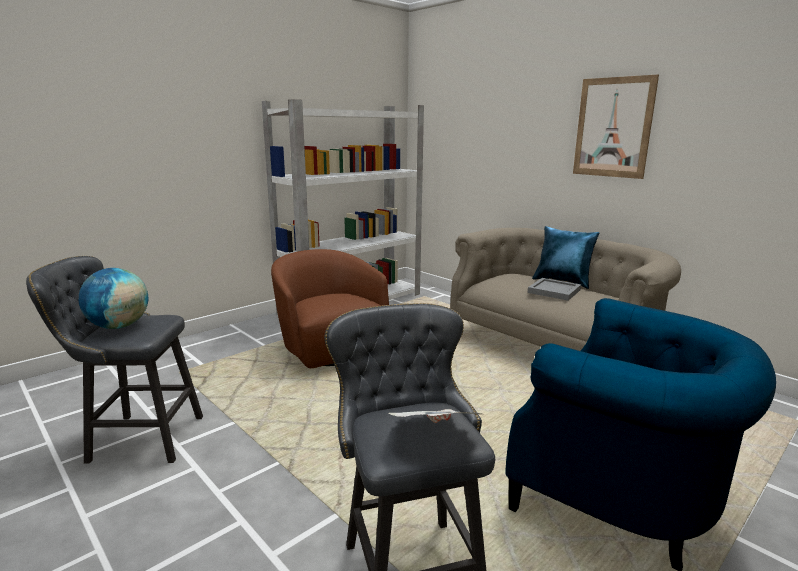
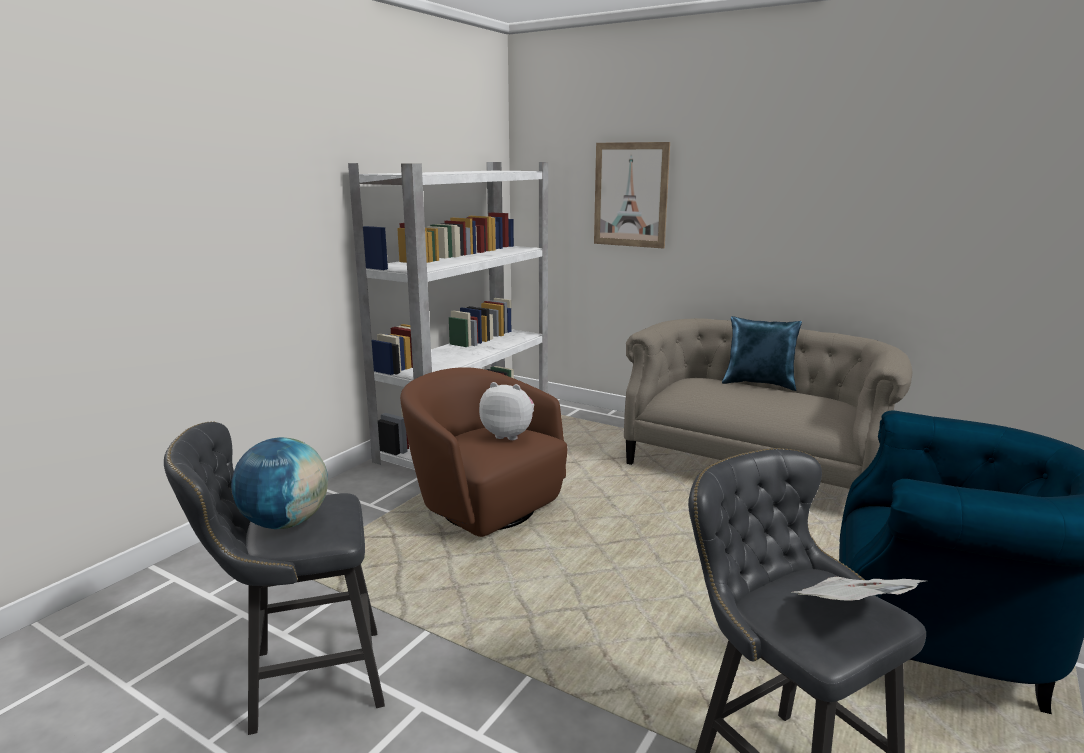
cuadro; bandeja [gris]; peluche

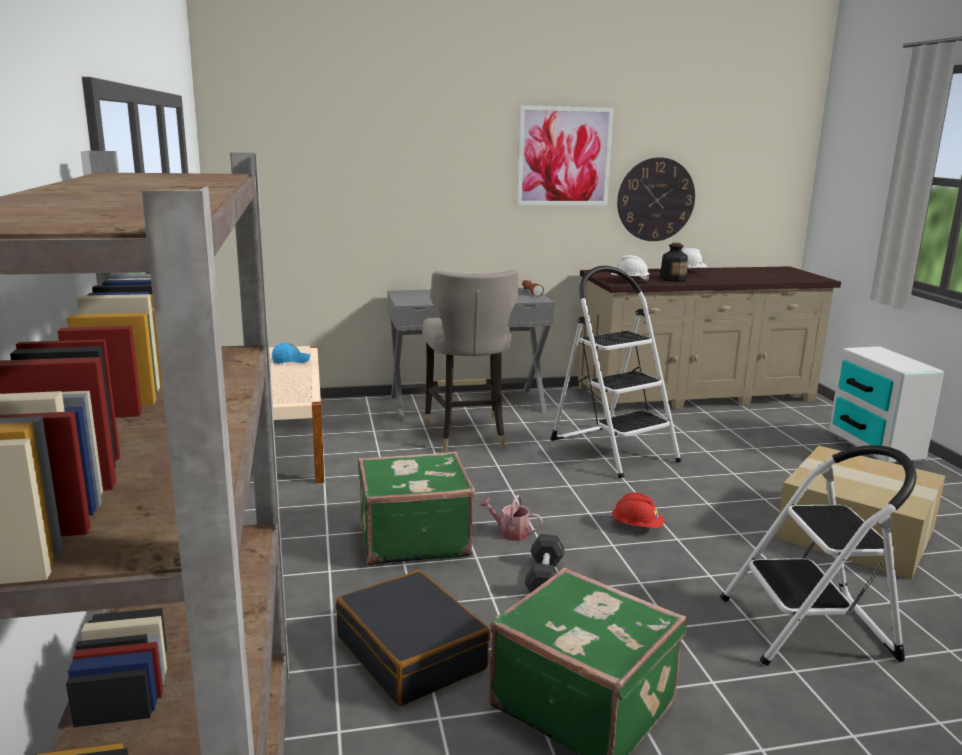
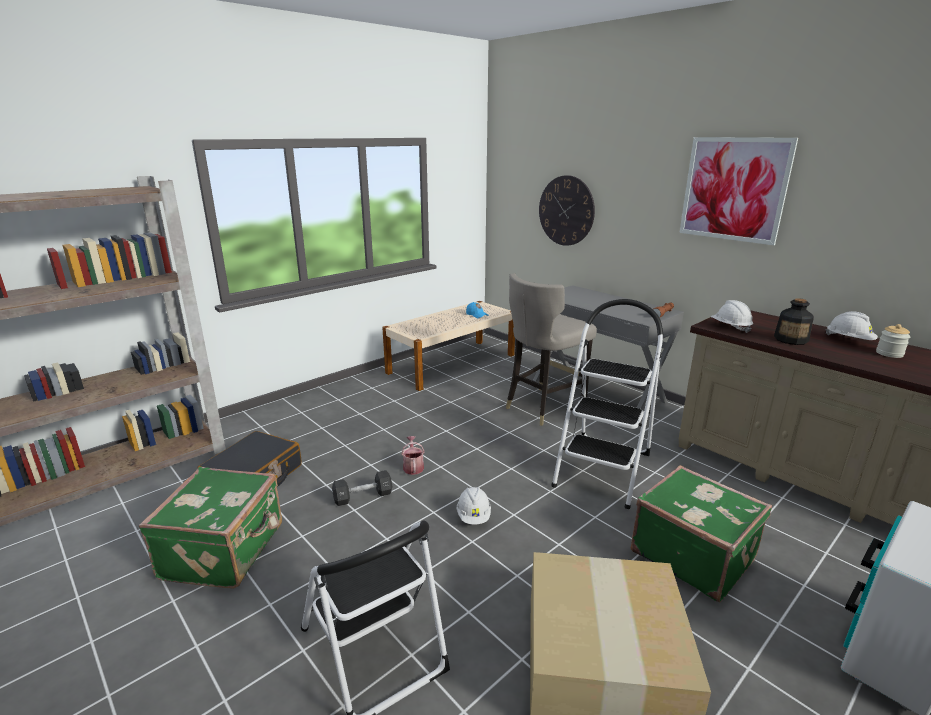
reloj de pared; maleta [verde] (2nd from left); casco [blanco] (1st from left); tarro

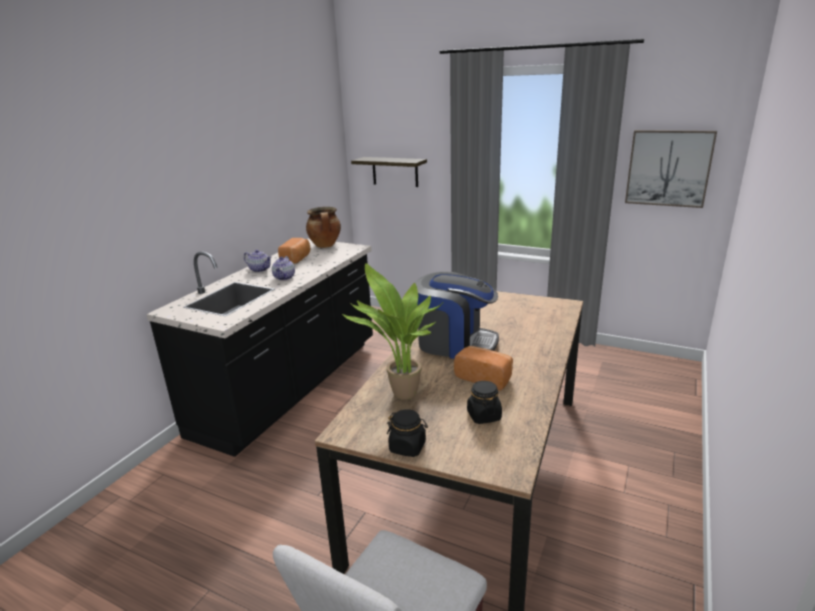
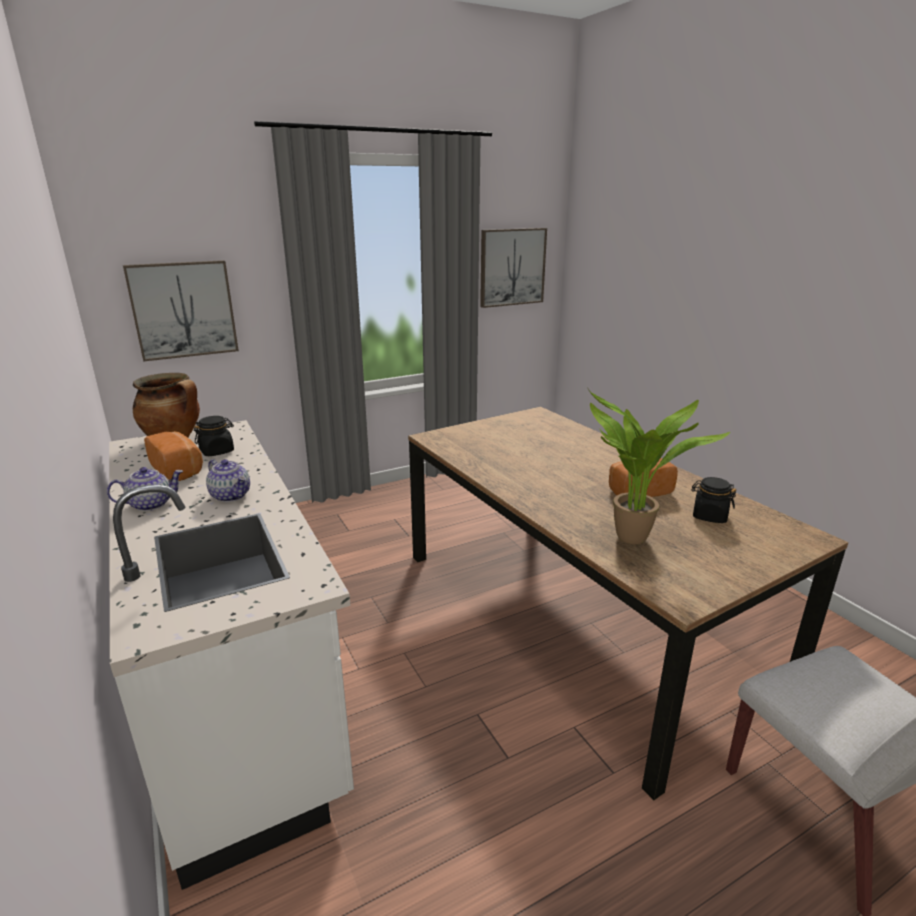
cuadro (1st from left); mueble bajo de cocina [blanco]; cafetera; tarro [negro] (1st from left)

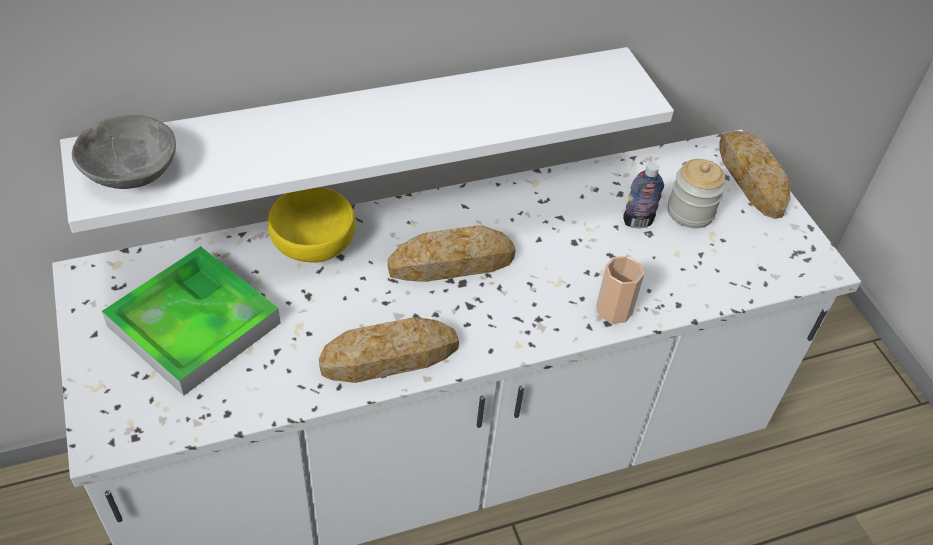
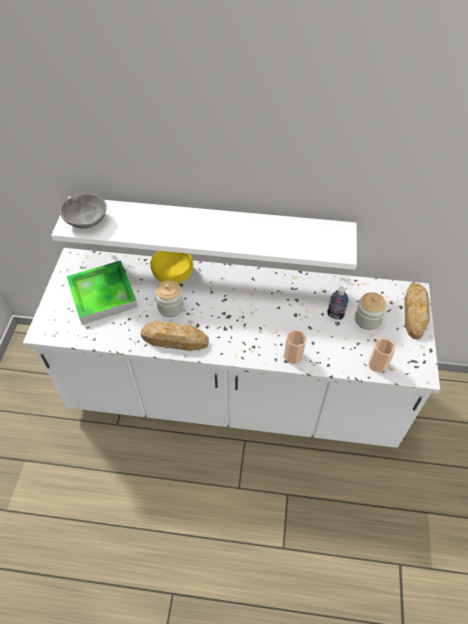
pan (2nd from left in the first image); tarro (1st from left); taza (2nd from left)

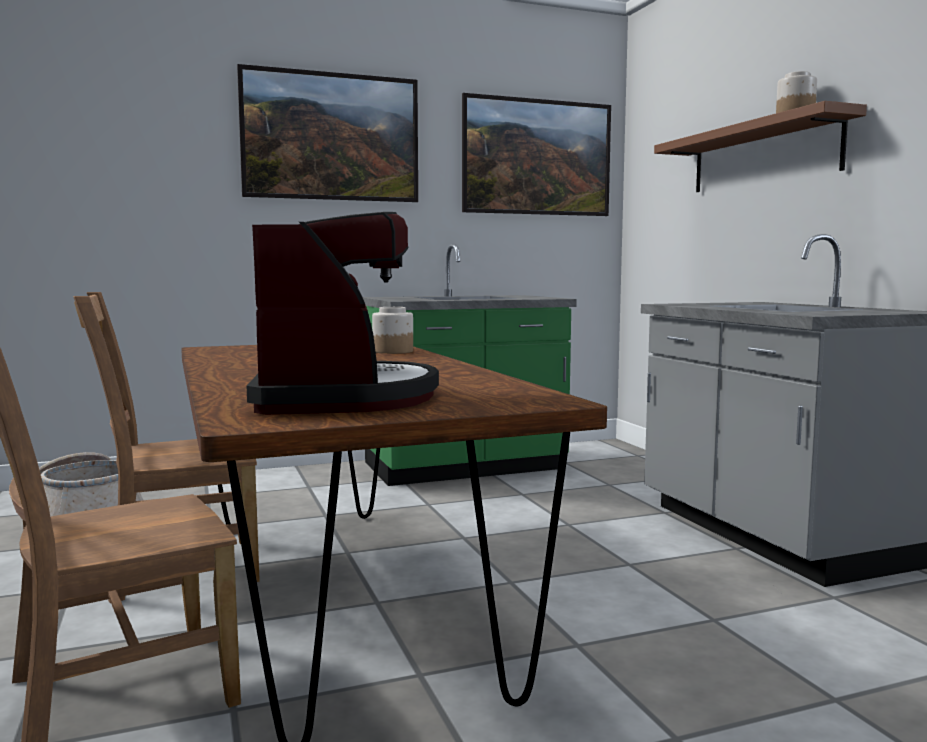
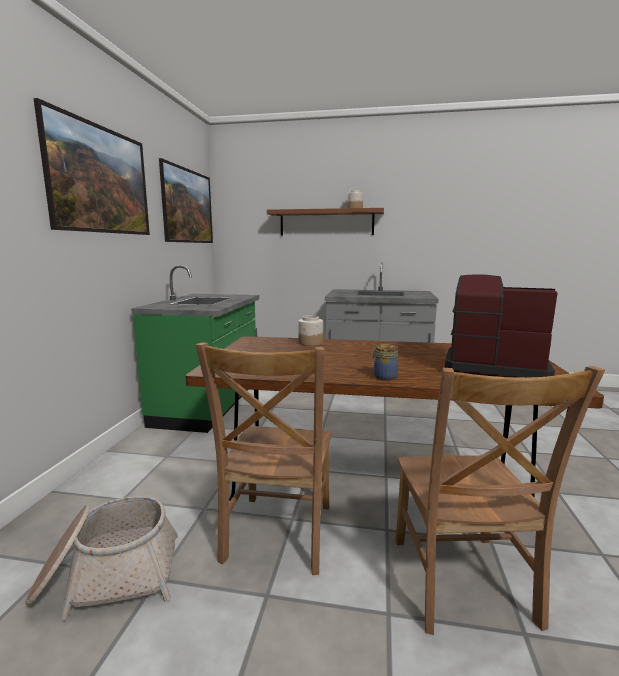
tarro (3rd from left)

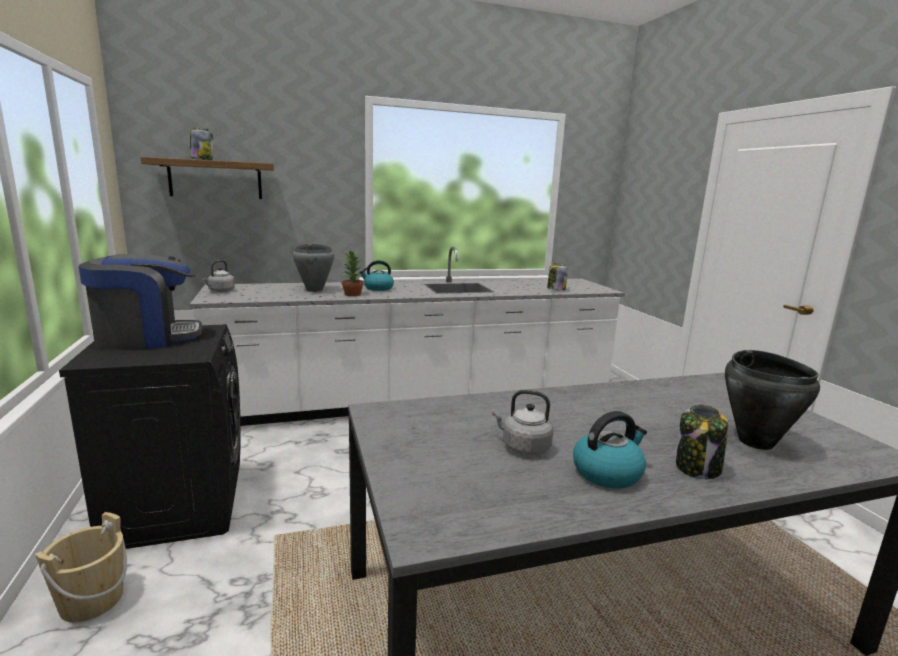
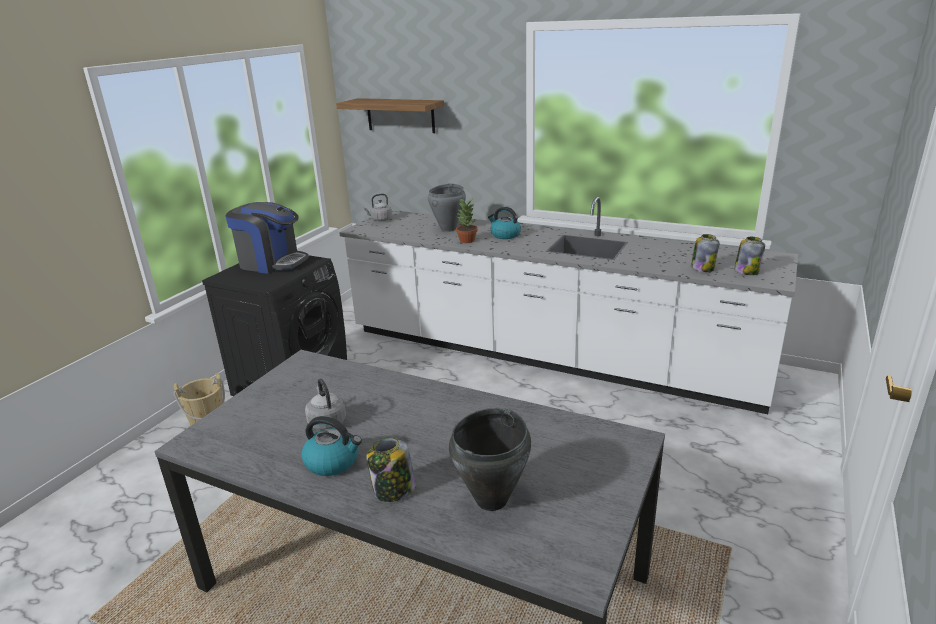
tarro (3rd from left)

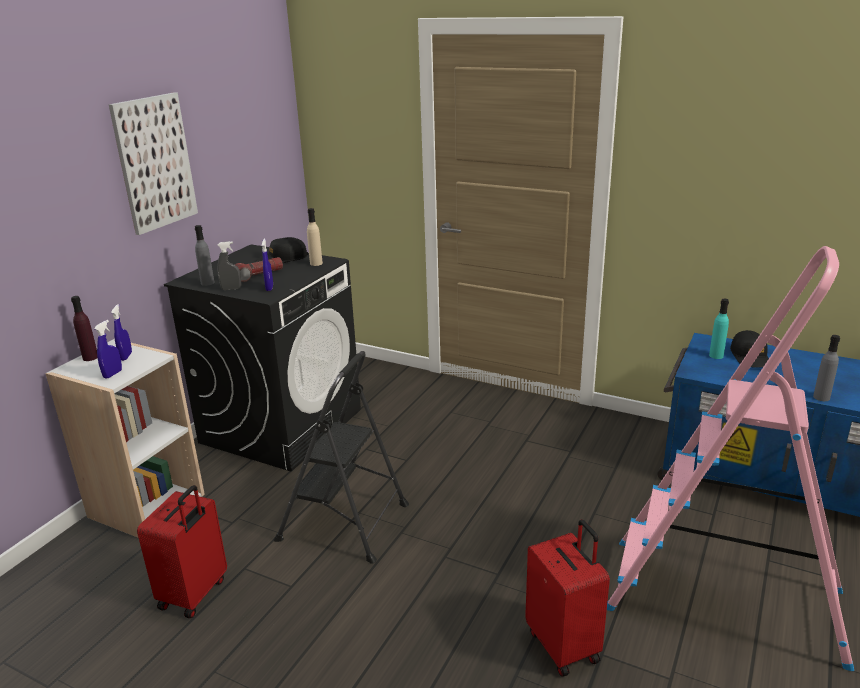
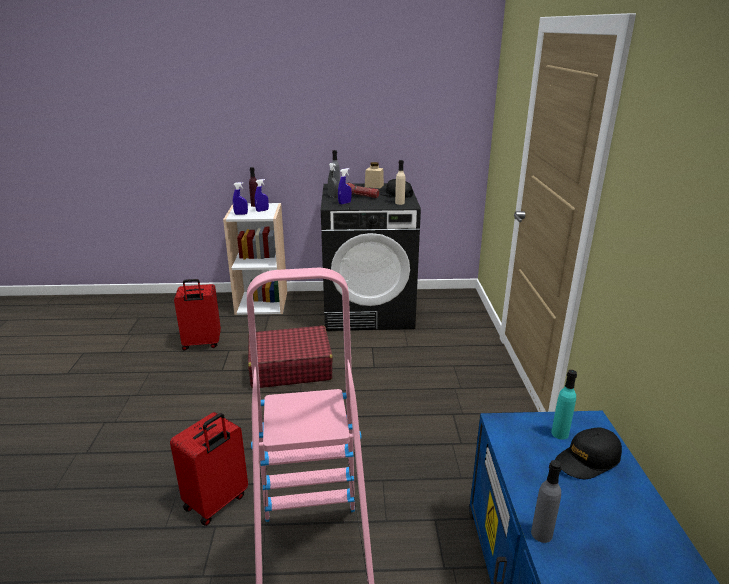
cuadro; maleta [rojo] (3rd from left); tarro [beis]

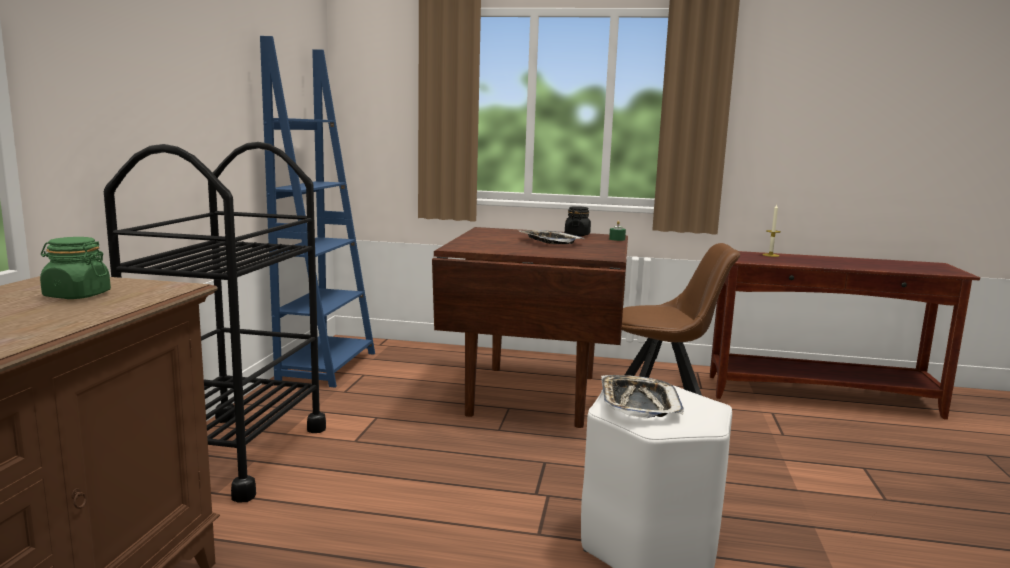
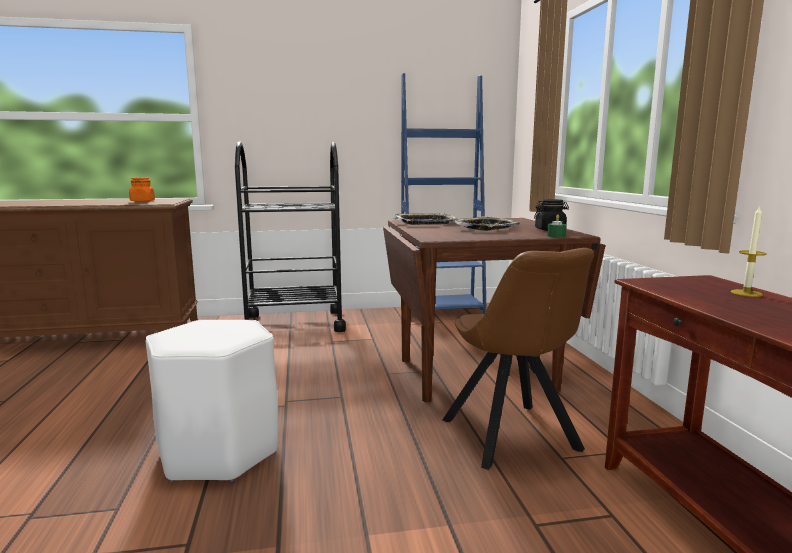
tarro [naranja]; bandeja (1st from left)

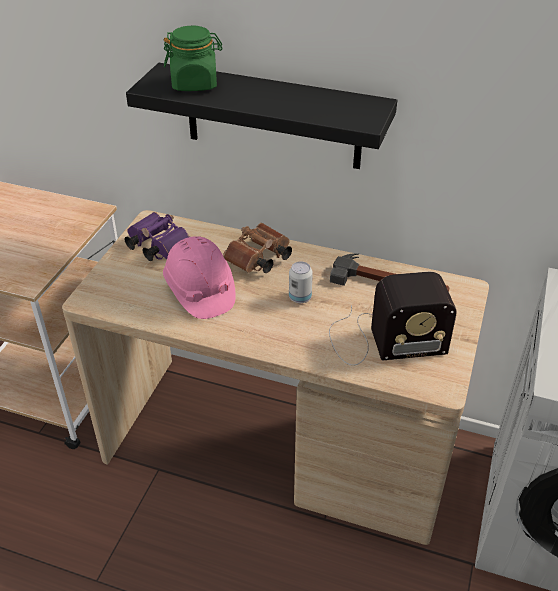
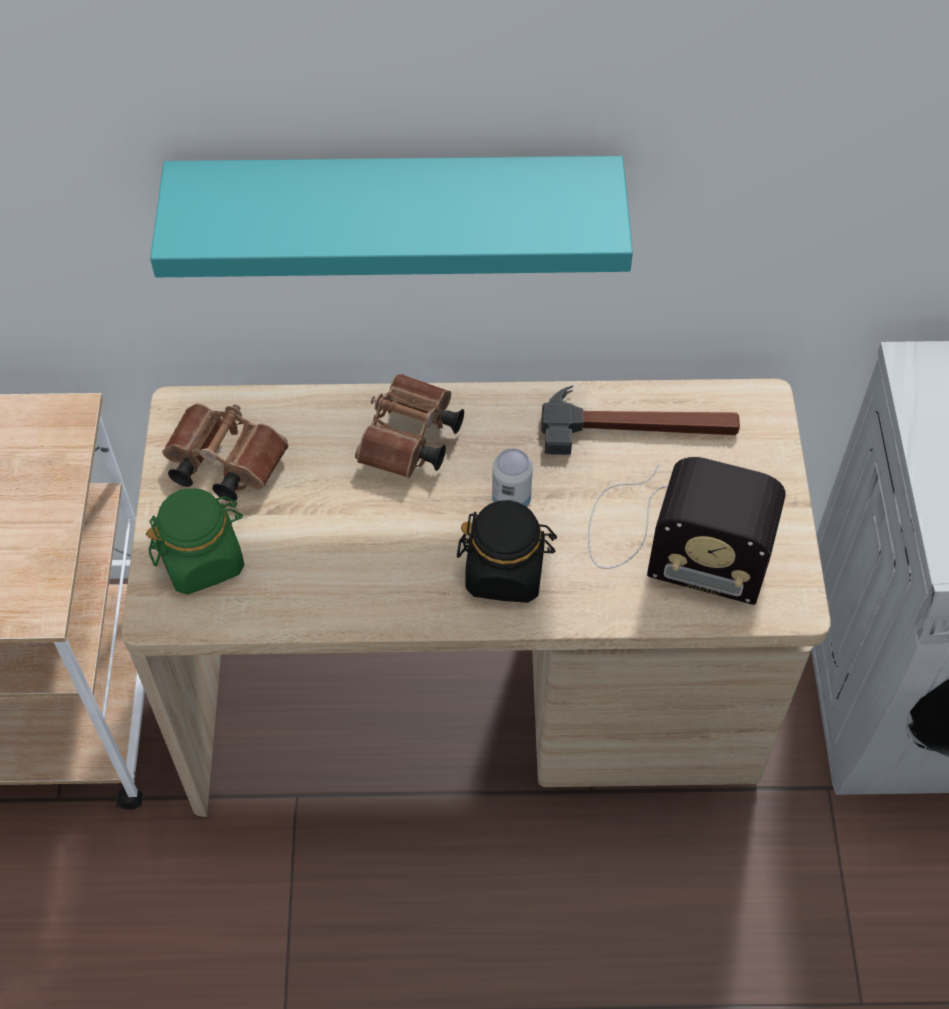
tarro [verde]; estante [turquesa]; prismáticos [marrón] (1st from left); casco [rosa]; radio; tarro [negro]

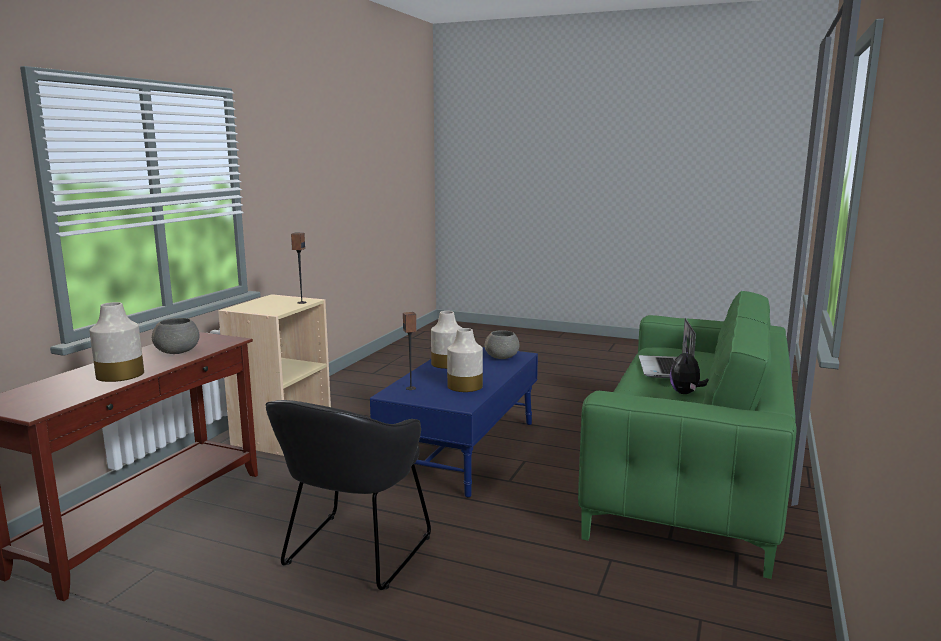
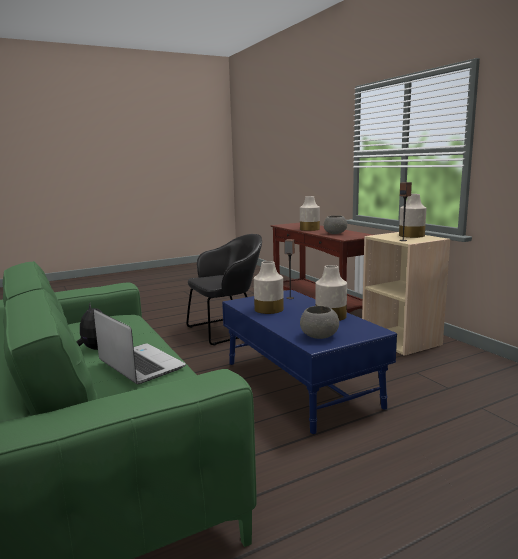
sillón [negro]; florero [beis] (4th from left)

